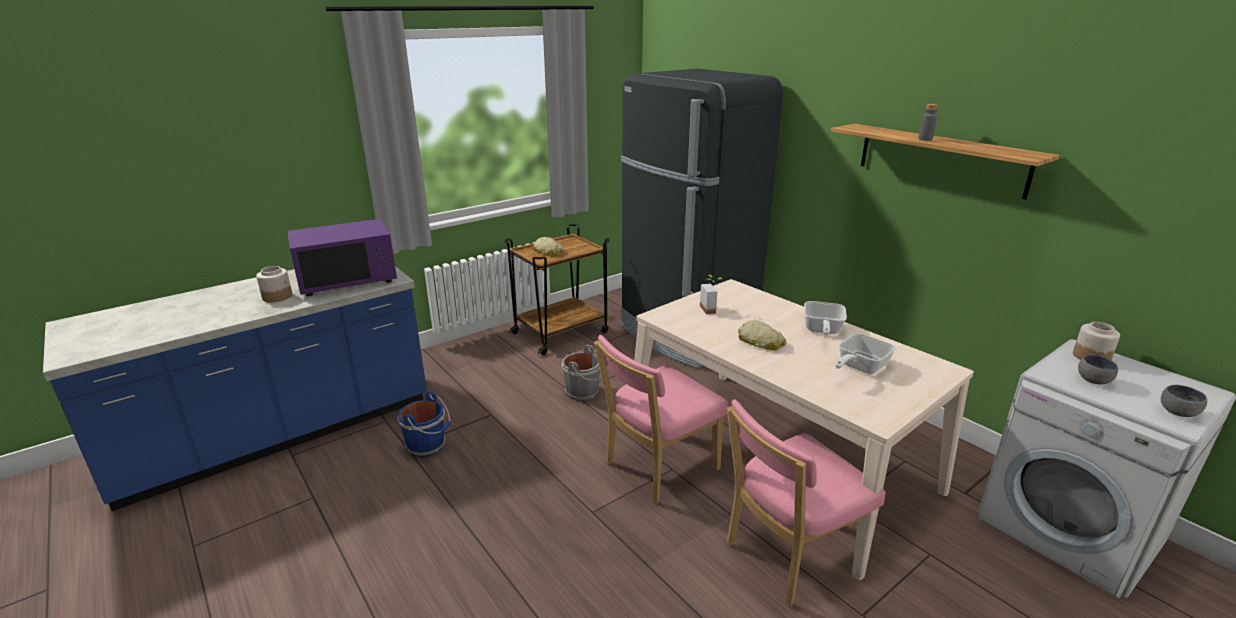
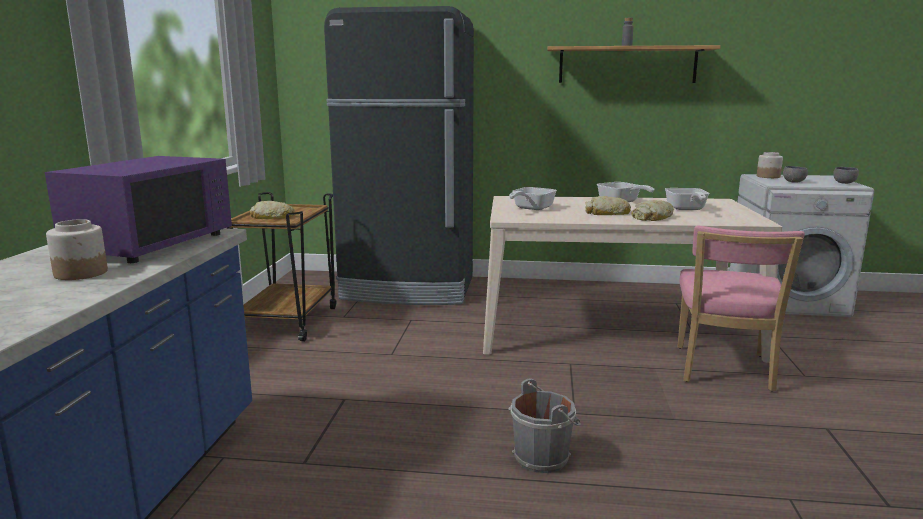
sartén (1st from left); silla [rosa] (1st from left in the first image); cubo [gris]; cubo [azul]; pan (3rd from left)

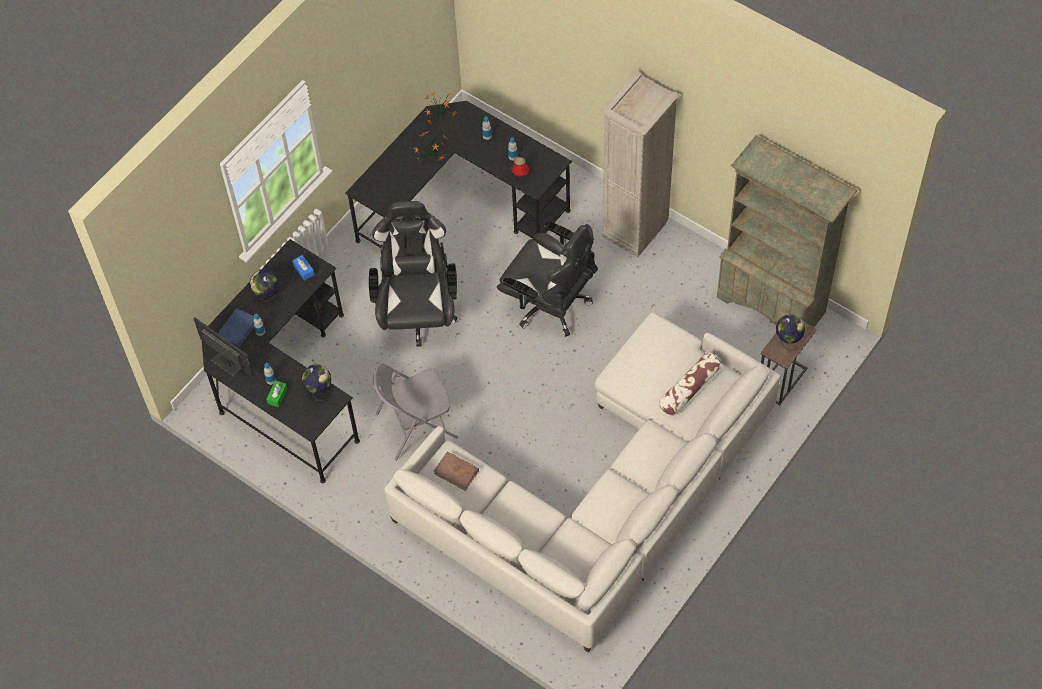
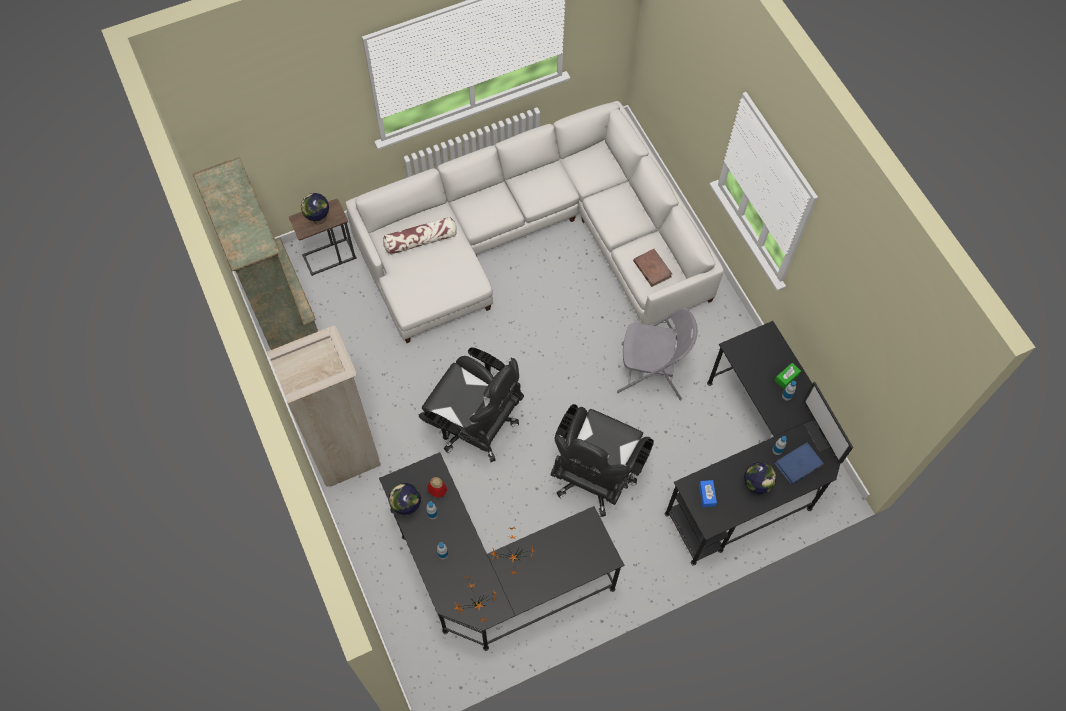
silla de oficina [negro] (1st from left); globo terráqueo (2nd from left)

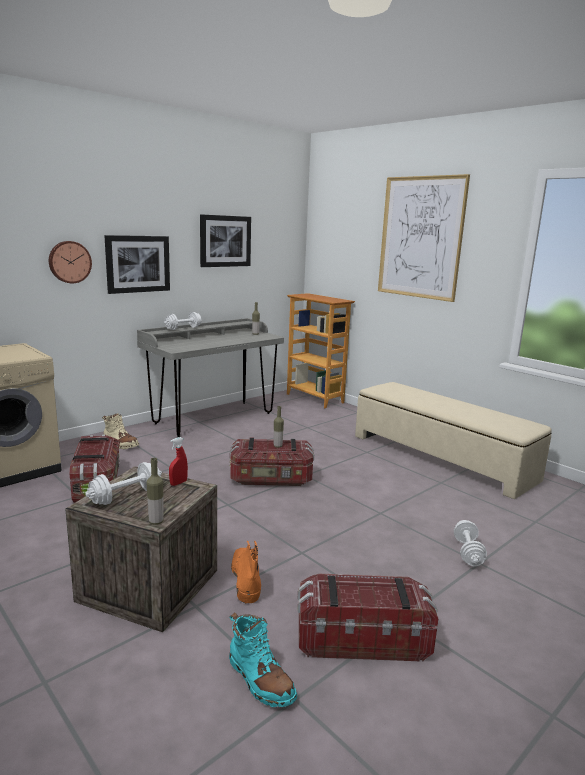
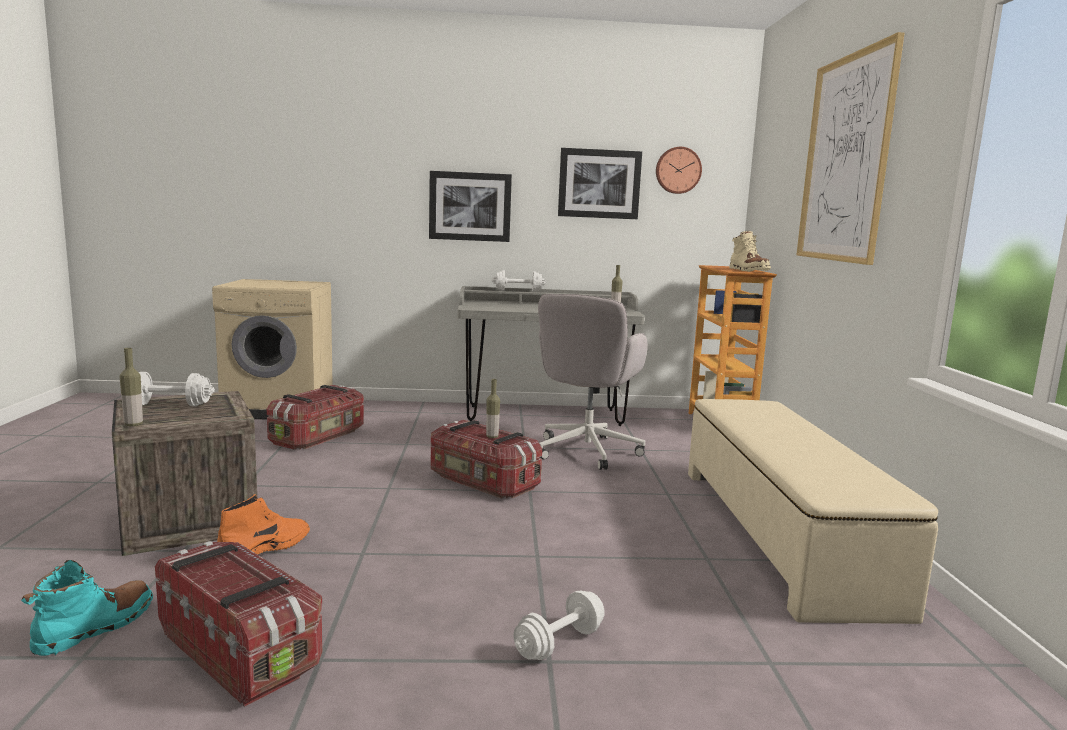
reloj de pared; bota [beis]; pulverizador [rojo]; bota [turquesa]; silla de oficina [gris]

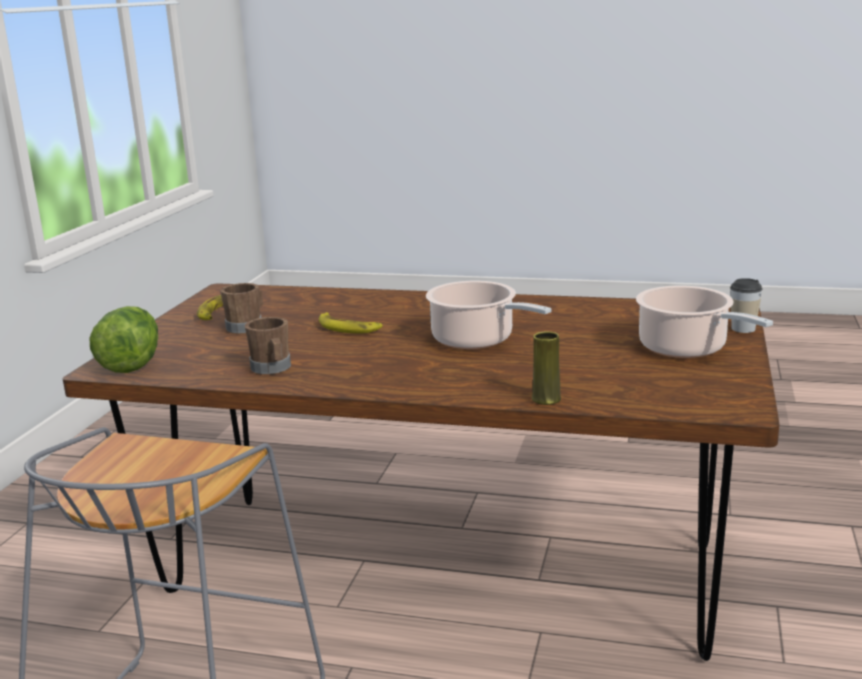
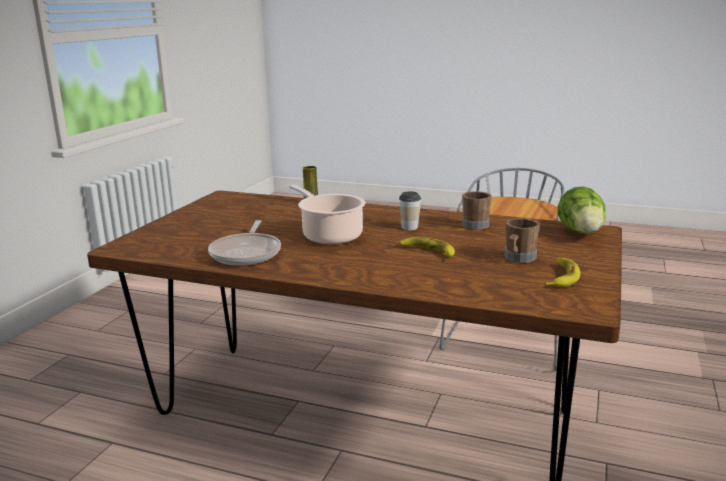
taza; olla (2nd from left in the first image); sartén

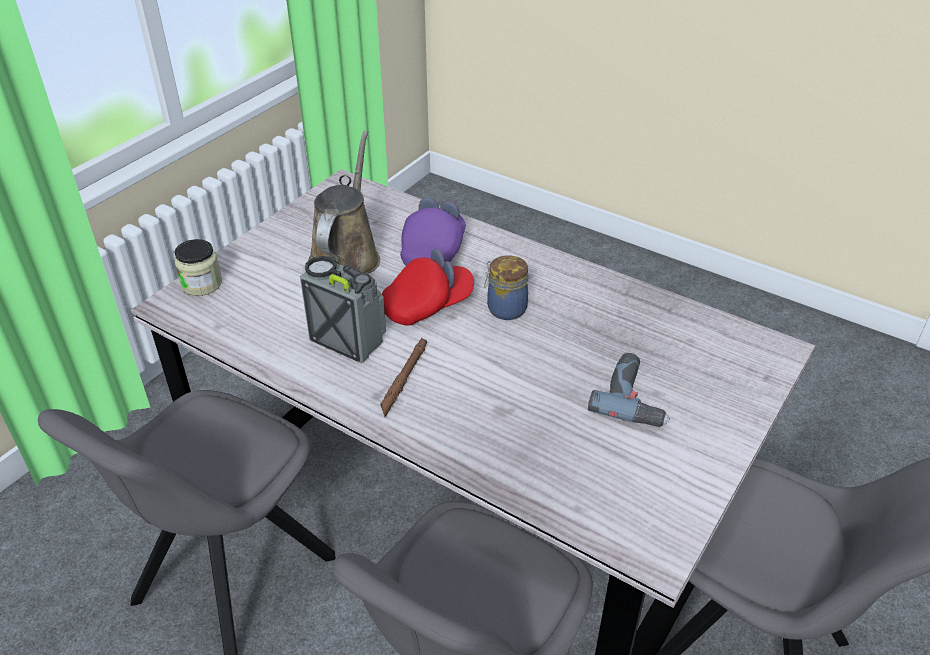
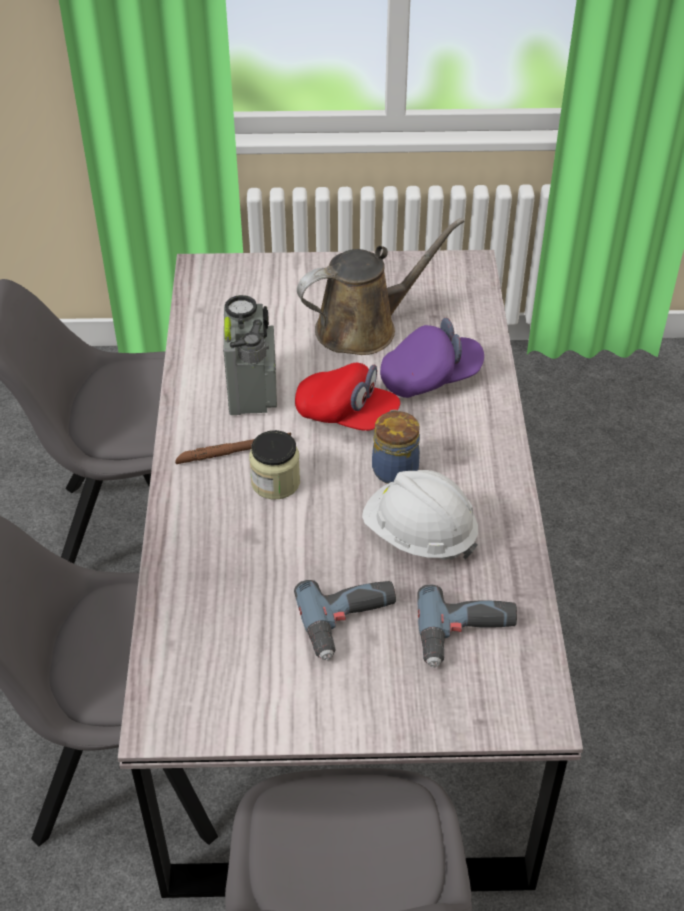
tarro (1st from left); casco [blanco]; taladro (2nd from left)

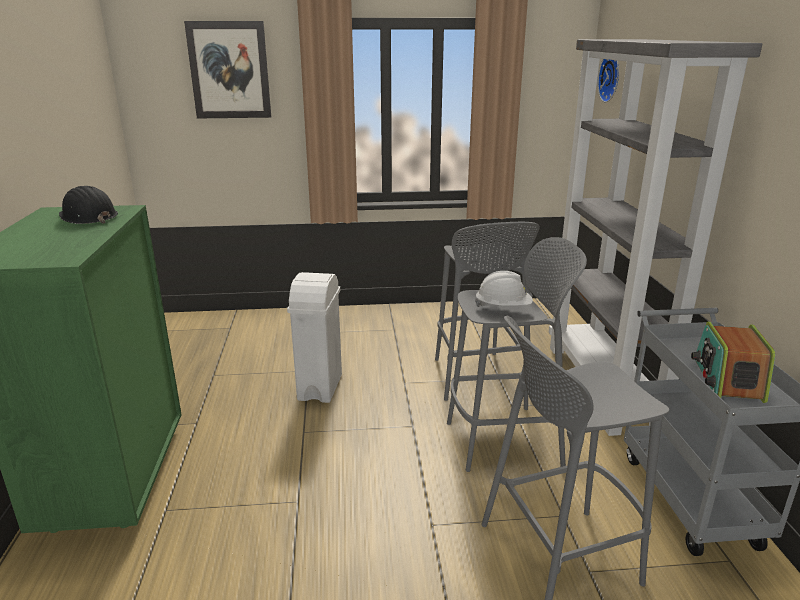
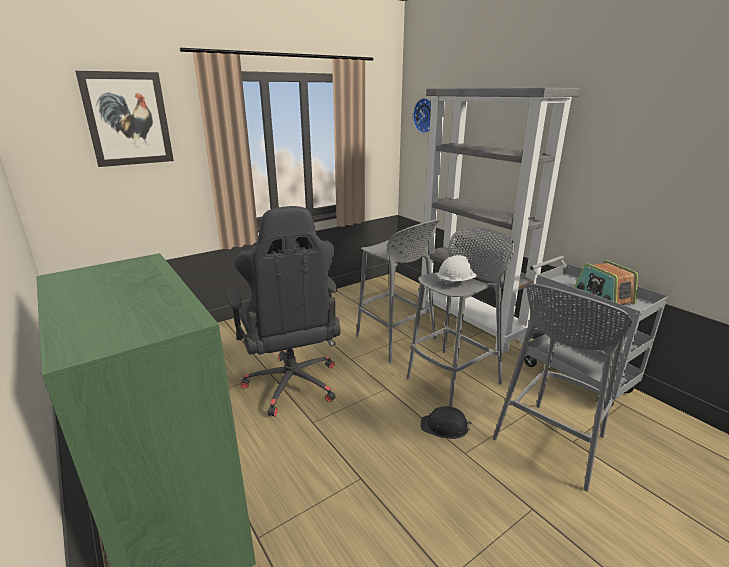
casco [negro]; silla de oficina [negro]

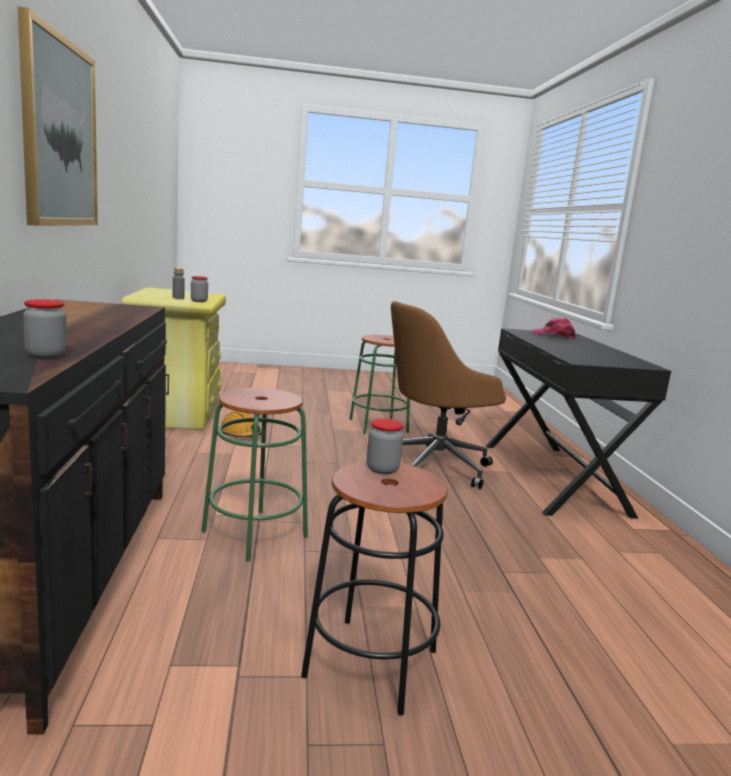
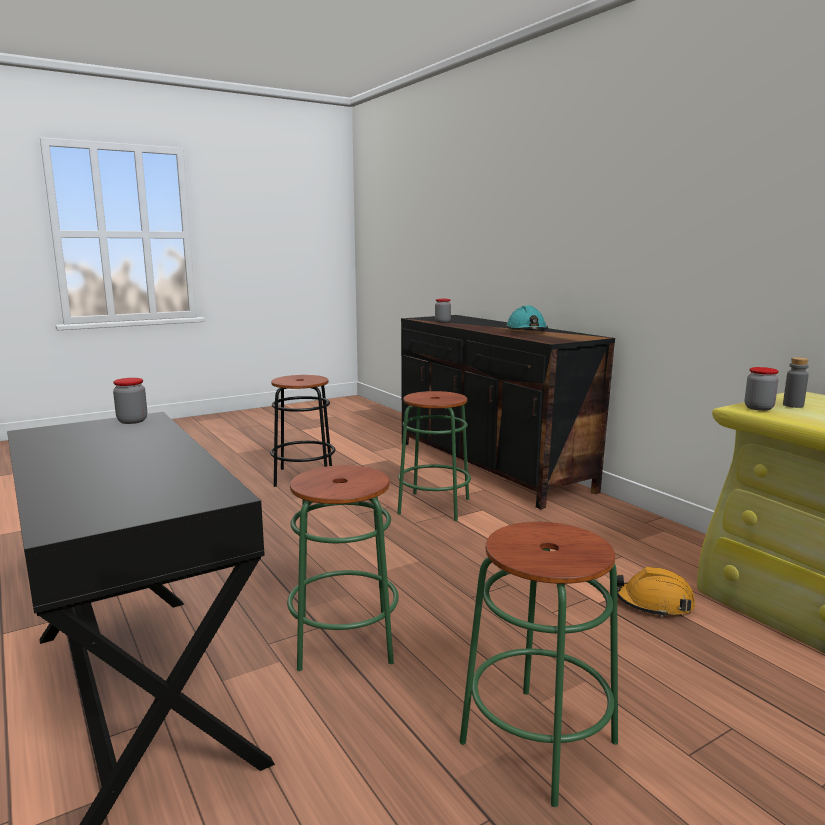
cuadro; taburete [verde] (1st from left); gorra [rosa]; tarro (1st from left); casco [turquesa]

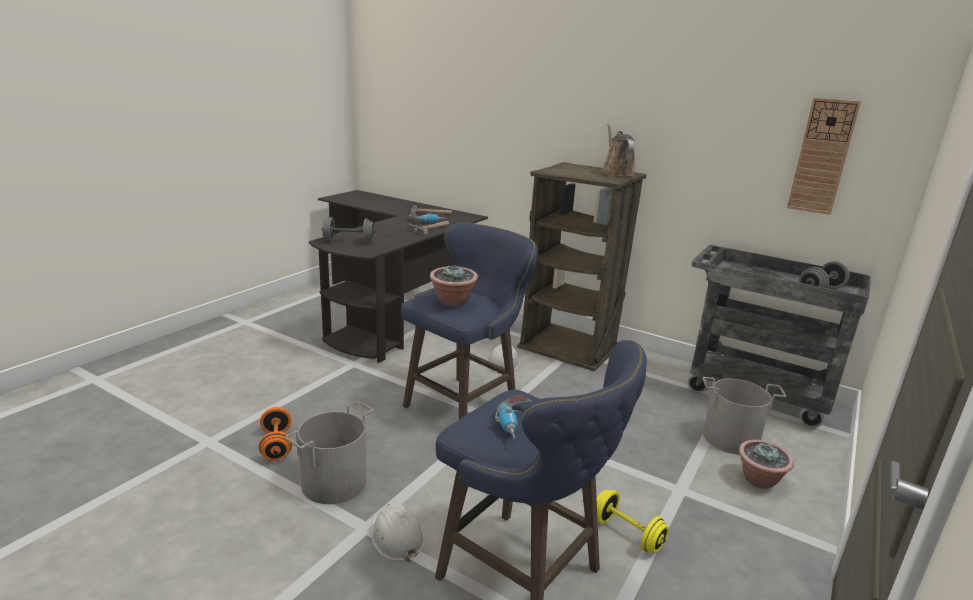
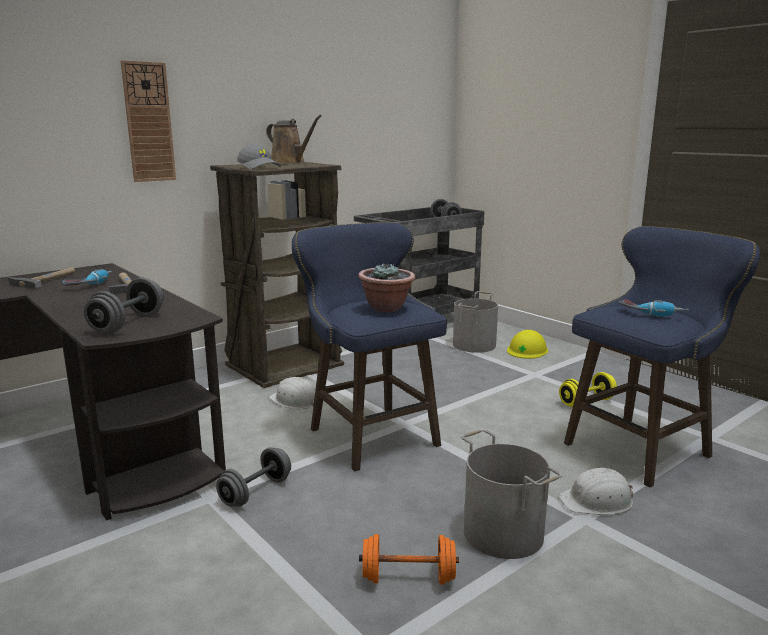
reloj de pared; regadera [marrón]; casco [amarillo]; gorra [gris]; mancuerna [gris] (2nd from left)

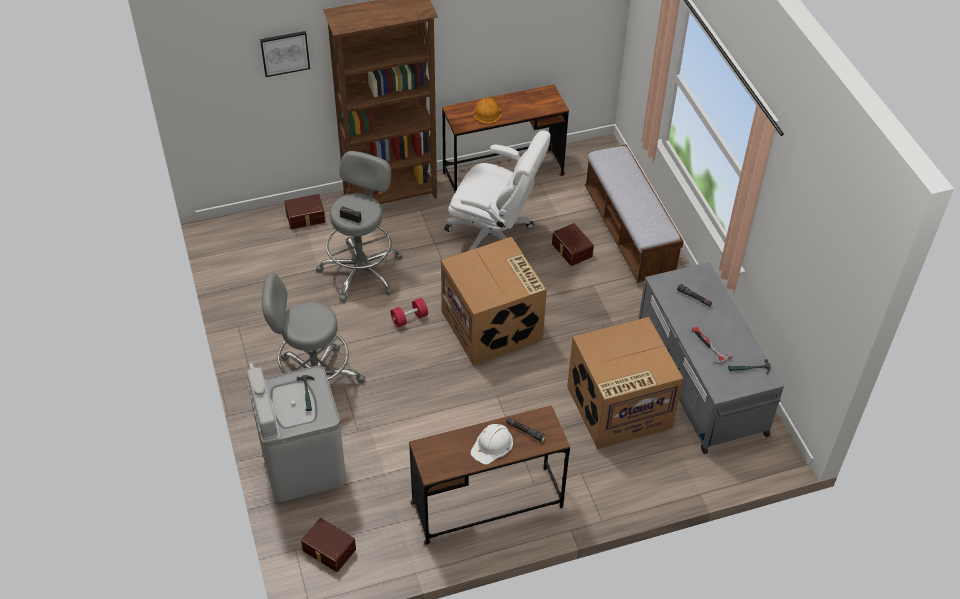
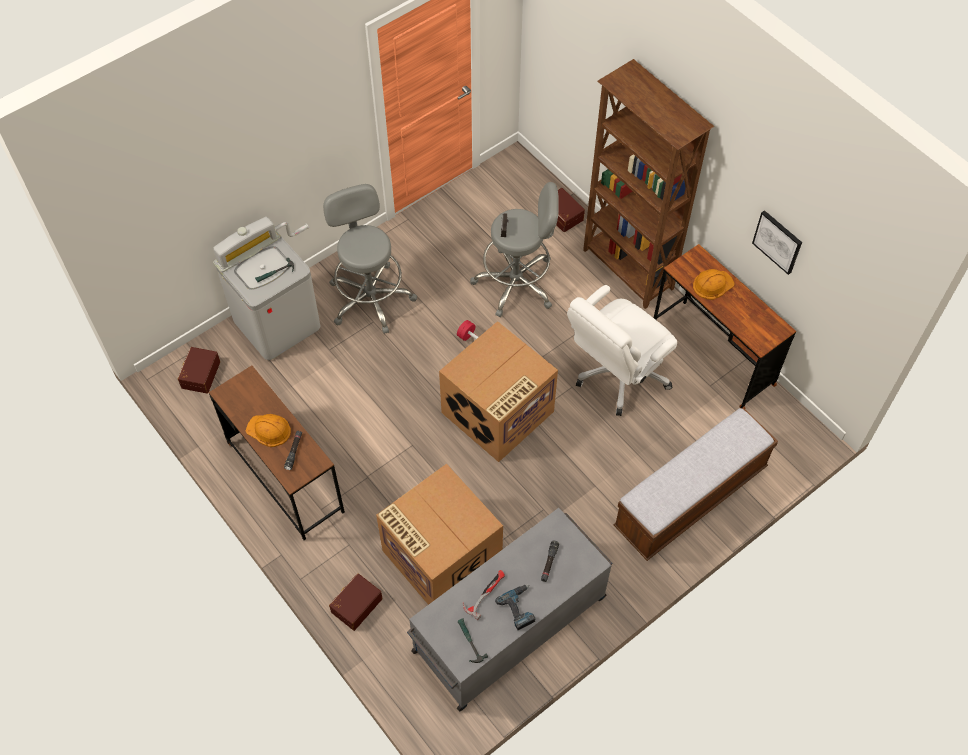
cuadro; silla de oficina [blanco]; caja de almacenaje [marrón] (2nd from left); casco [naranja] (1st from left); taladro

